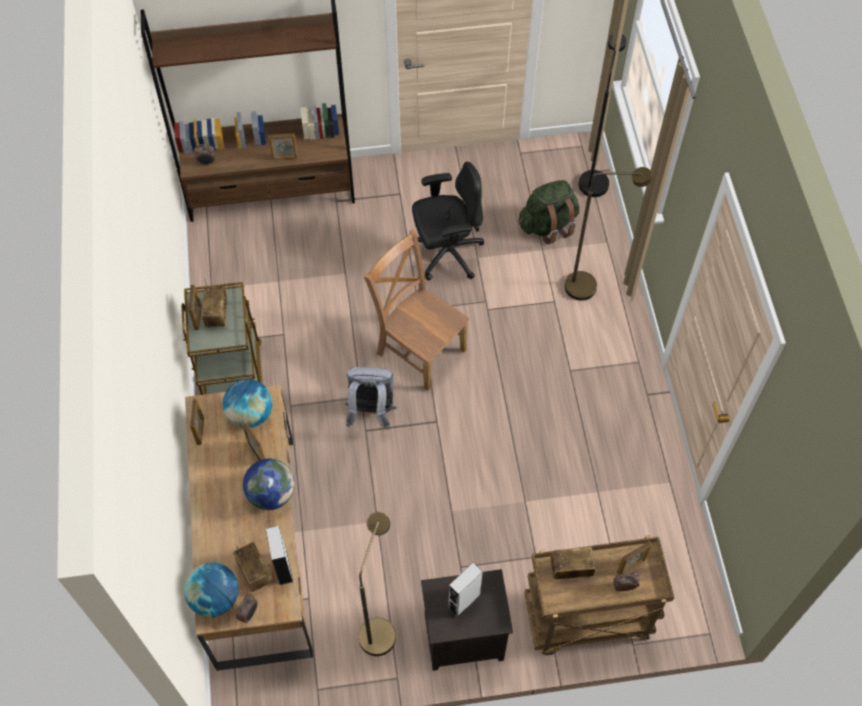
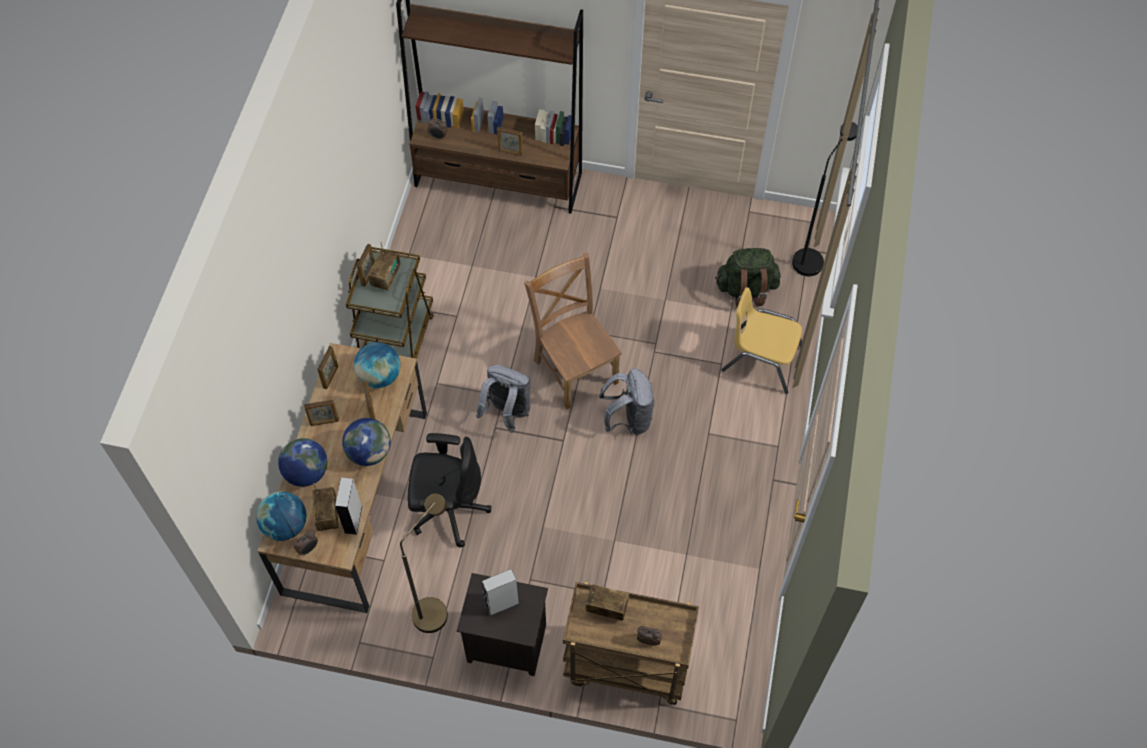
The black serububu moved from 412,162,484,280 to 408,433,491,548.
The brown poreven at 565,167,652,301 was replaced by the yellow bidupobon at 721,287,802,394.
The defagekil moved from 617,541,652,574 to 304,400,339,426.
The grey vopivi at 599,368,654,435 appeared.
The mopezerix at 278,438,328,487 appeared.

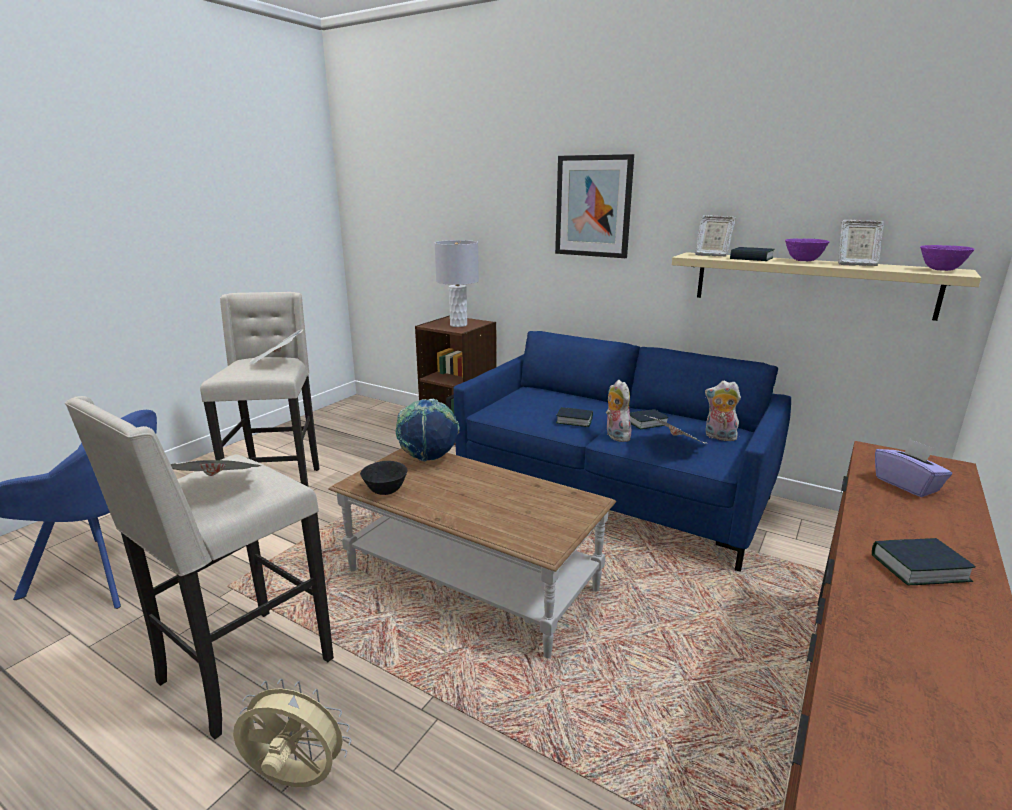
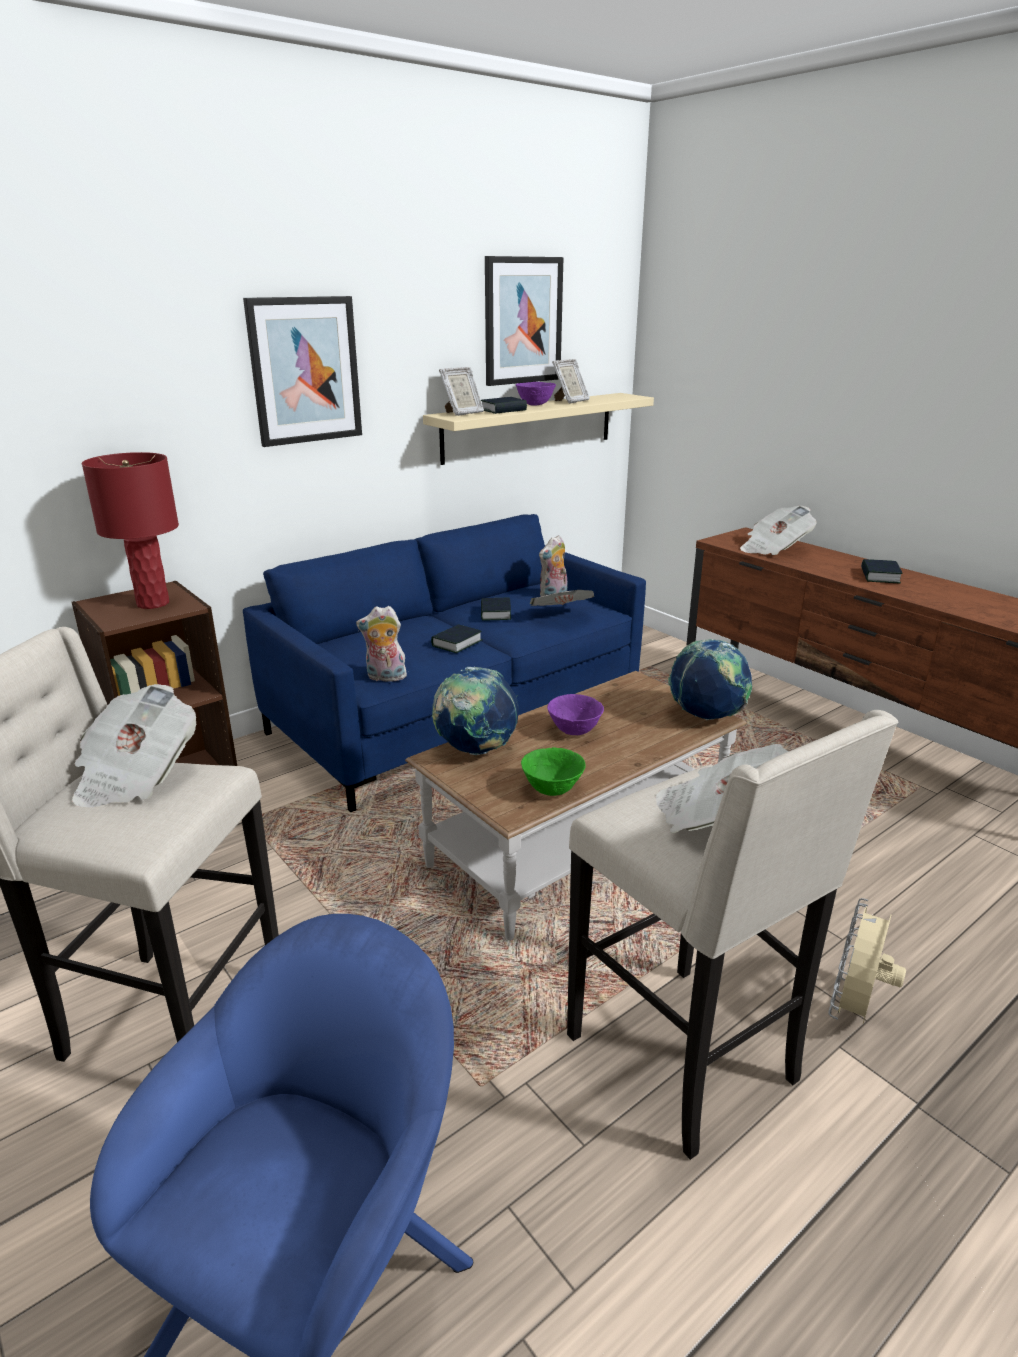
The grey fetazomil at 435,240,479,327 became the red fetazomil at 82,452,179,609.
The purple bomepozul moved from 920,245,974,271 to 547,694,604,735.
The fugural moved from 606,380,631,442 to 356,606,407,682.
The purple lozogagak at 875,439,952,497 was replaced by the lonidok at 740,506,817,555.
The black bomepozul at 360,461,407,495 became the green bomepozul at 521,747,586,796.
The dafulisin at 485,256,563,386 appeared.
The mopezerix at 668,639,752,720 appeared.

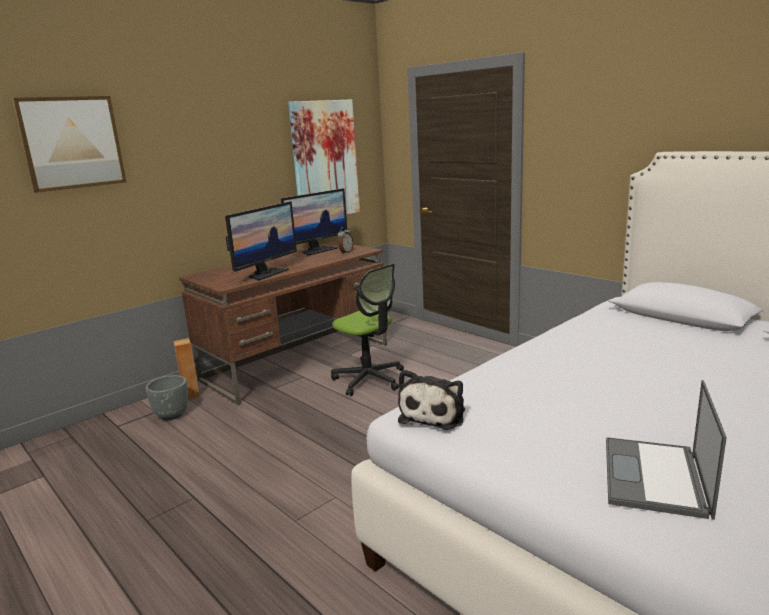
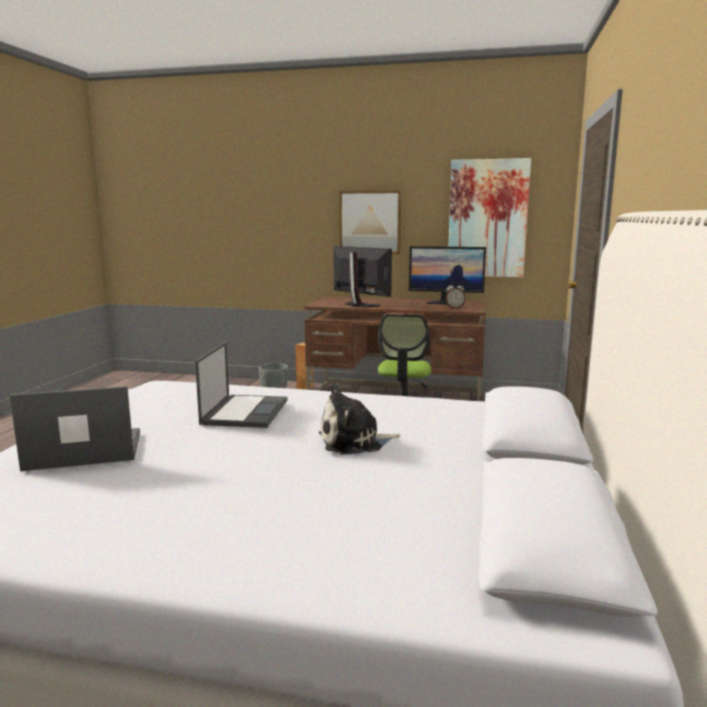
The dafulisin moved from 12,96,126,193 to 339,191,401,254.
The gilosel at 225,201,297,281 turned 135 degrees counterclockwise.
The fugural moved from 398,369,465,430 to 319,384,400,454.
The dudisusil at 195,342,288,428 appeared.

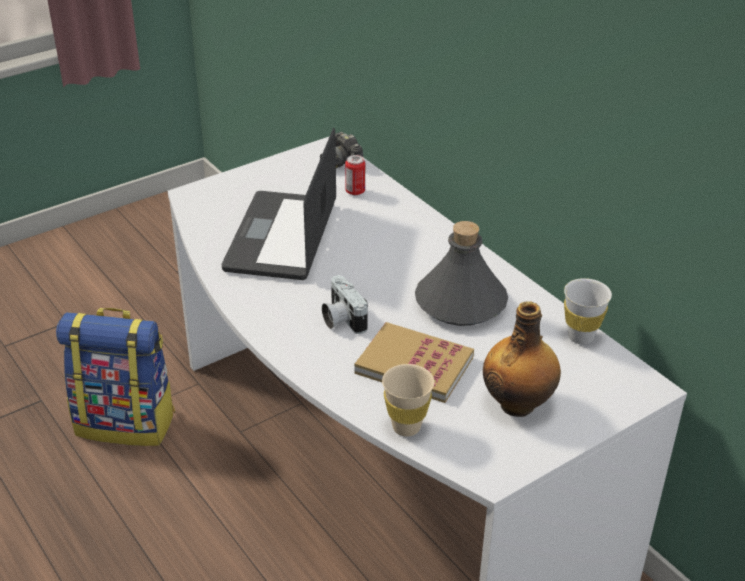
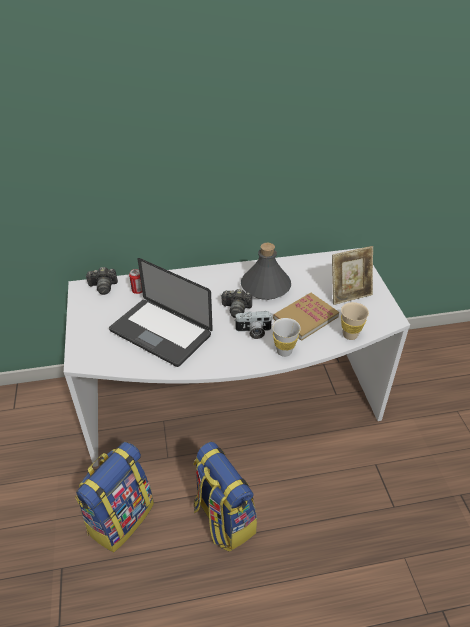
The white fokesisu moved from 564,278,612,344 to 272,318,301,357.
The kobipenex at 483,301,561,417 was replaced by the defagekil at 332,246,373,305.
The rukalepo at 221,289,252,318 appeared.
The vopivi at 193,442,257,552 appeared.

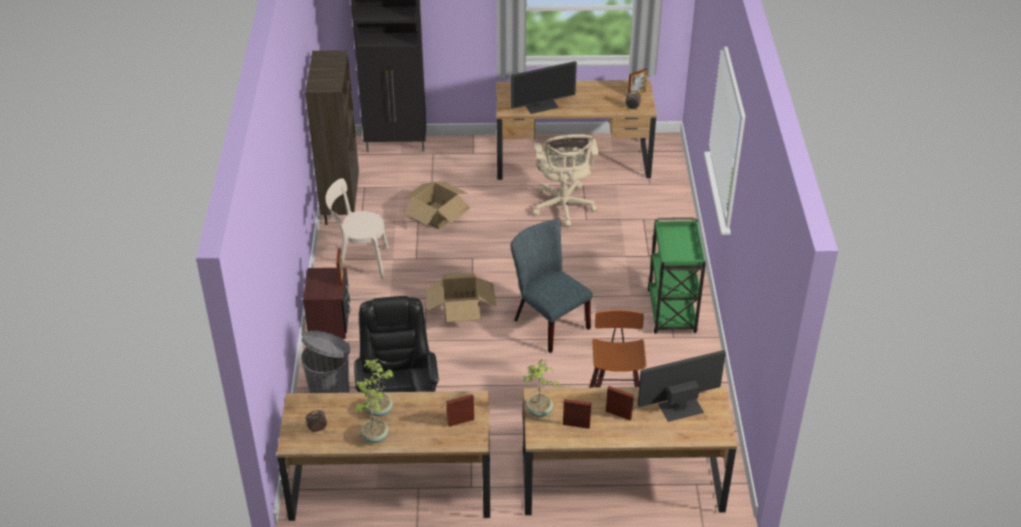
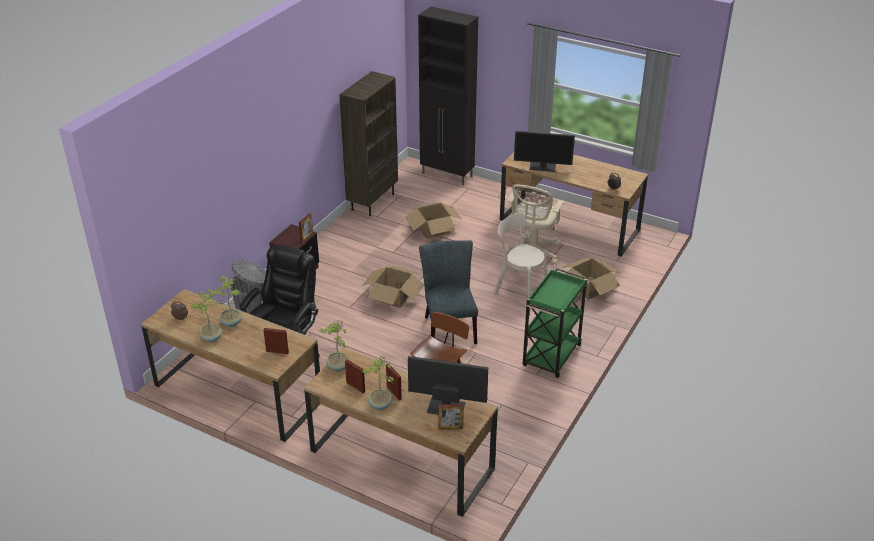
The defagekil moved from 628,68,648,94 to 438,404,464,430.
The beige bidupobon moved from 326,178,389,279 to 494,213,547,298.
The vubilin at 562,258,621,300 appeared.
The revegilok at 362,356,394,410 appeared.

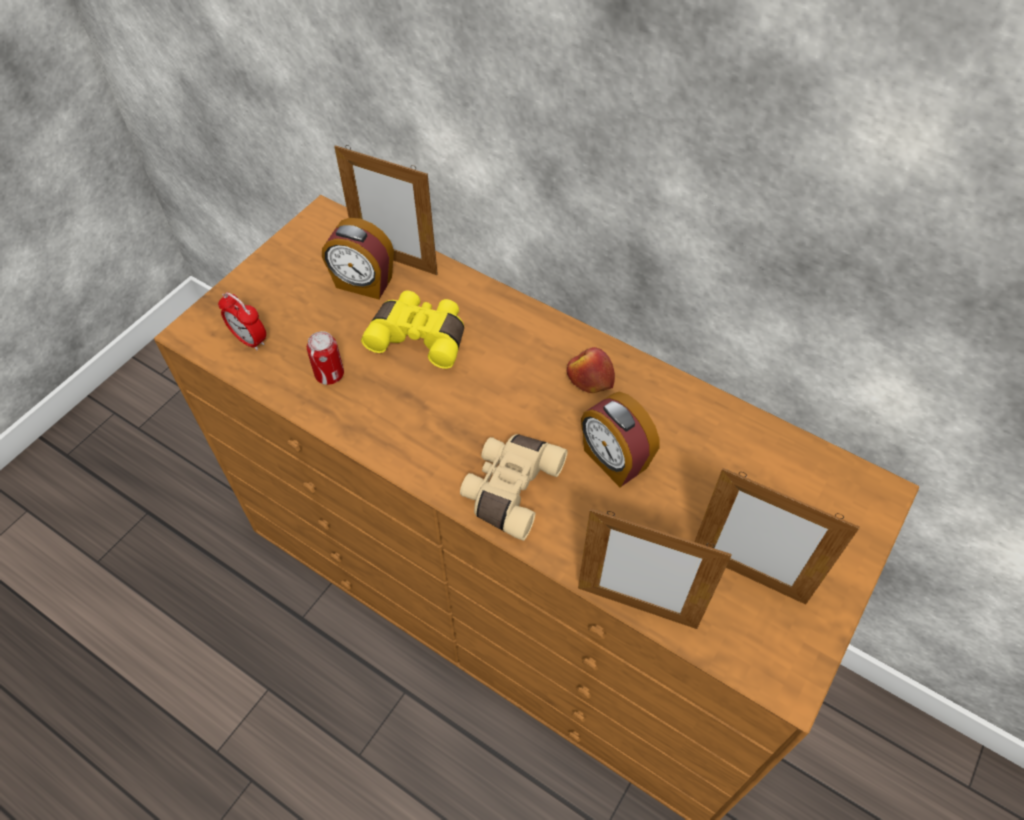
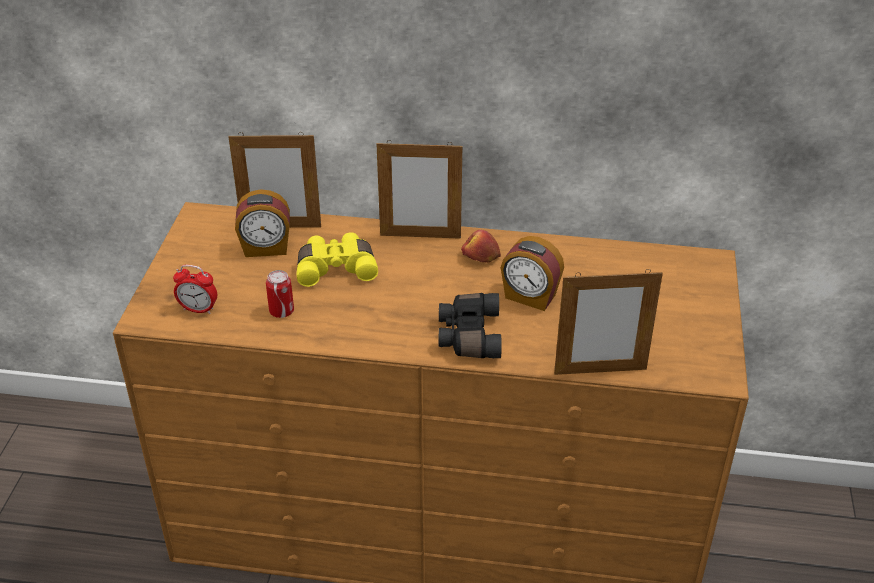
The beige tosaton at 460,434,568,541 became the black tosaton at 439,293,502,358.
The defagekil moved from 695,468,860,605 to 376,140,462,239.

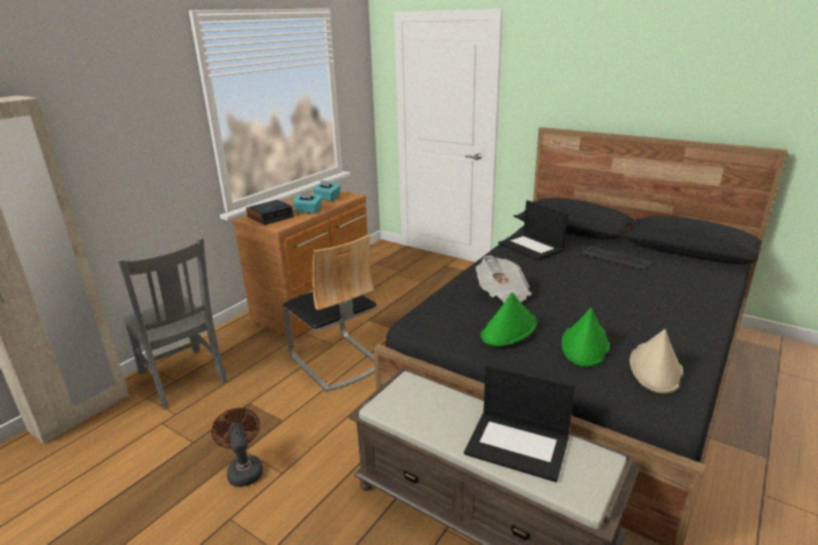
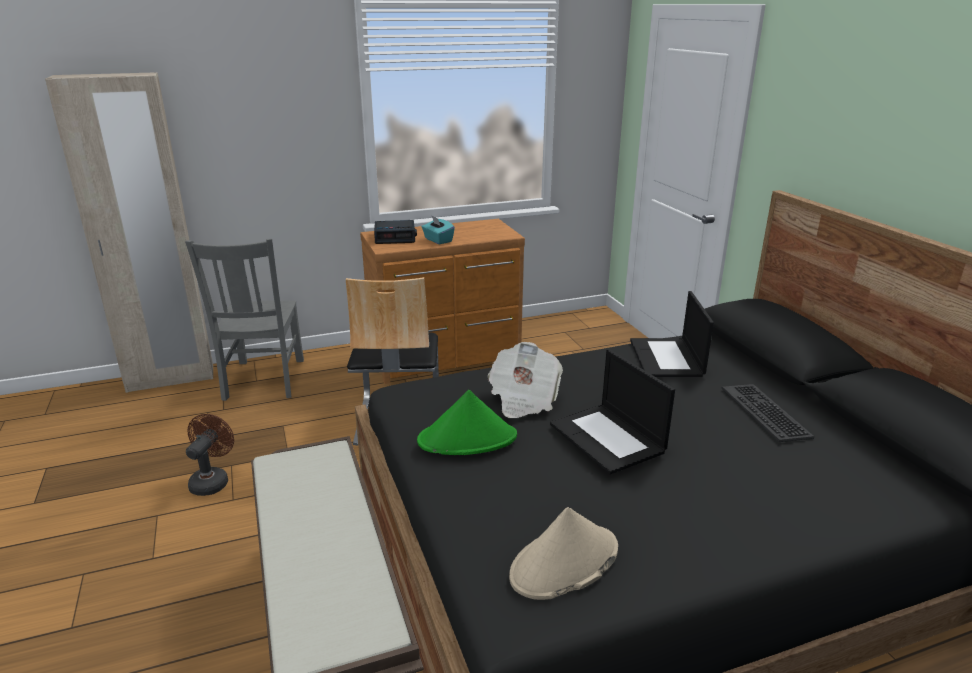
The turquoise lozogagak at 313,180,341,201 disappeared.
The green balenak at 562,308,610,367 disappeared.
The dudisusil moved from 464,364,575,482 to 550,349,675,475.

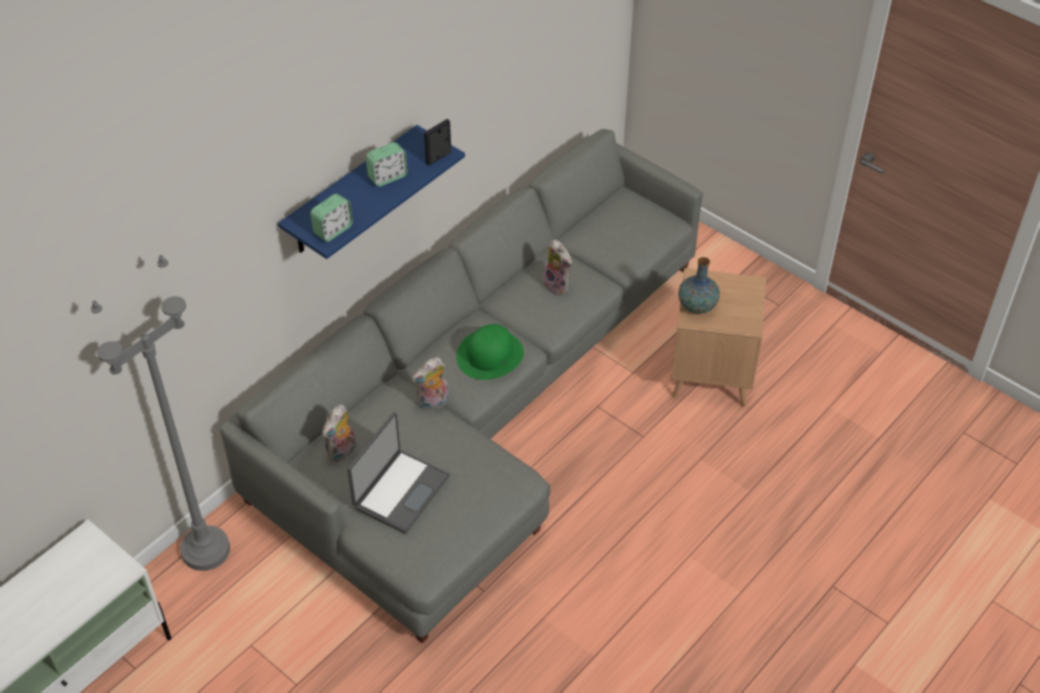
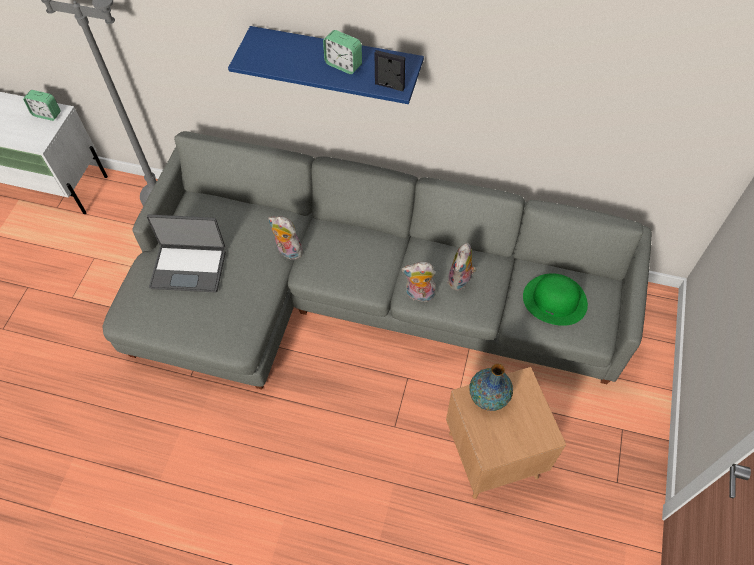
The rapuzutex moved from 310,194,353,242 to 23,90,61,121.
The green balenak moved from 456,324,524,380 to 523,273,588,326.
The fugural moved from 322,405,356,463 to 402,262,436,302.

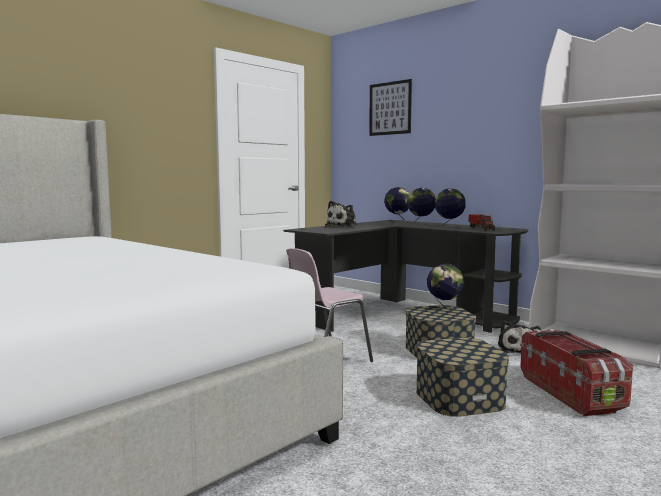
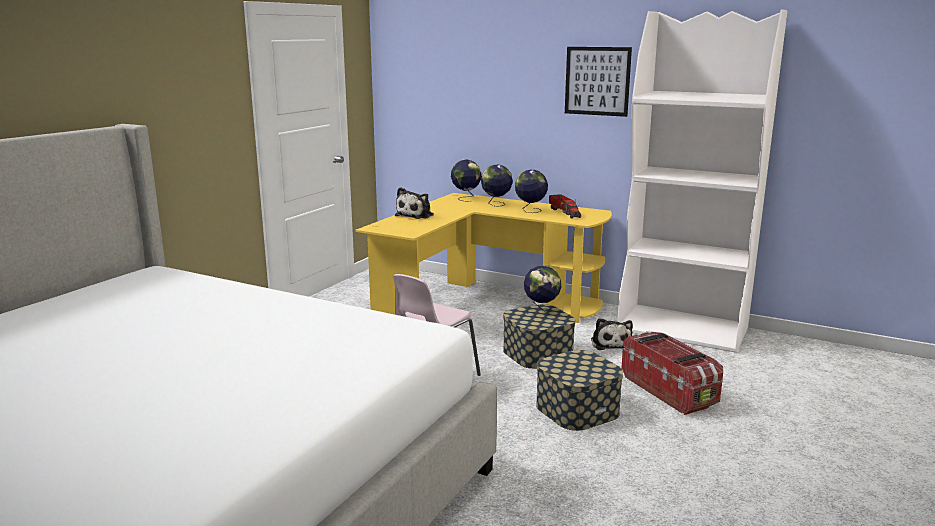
The dafulisin moved from 369,79,412,136 to 565,47,632,117.
The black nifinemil at 284,220,528,333 became the yellow nifinemil at 356,193,612,323.

